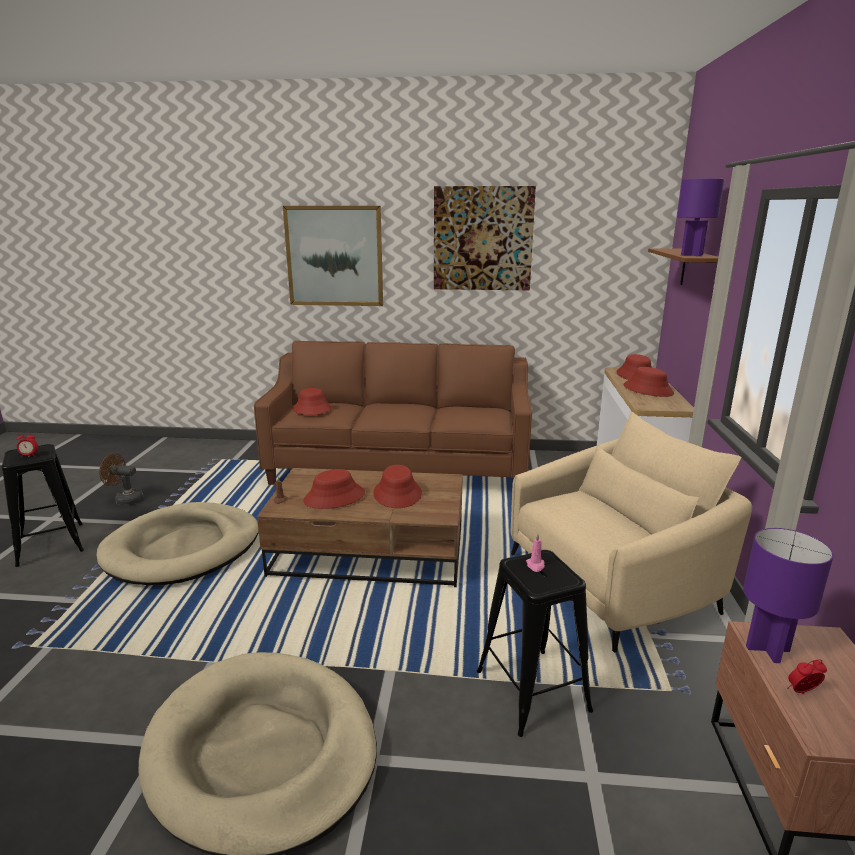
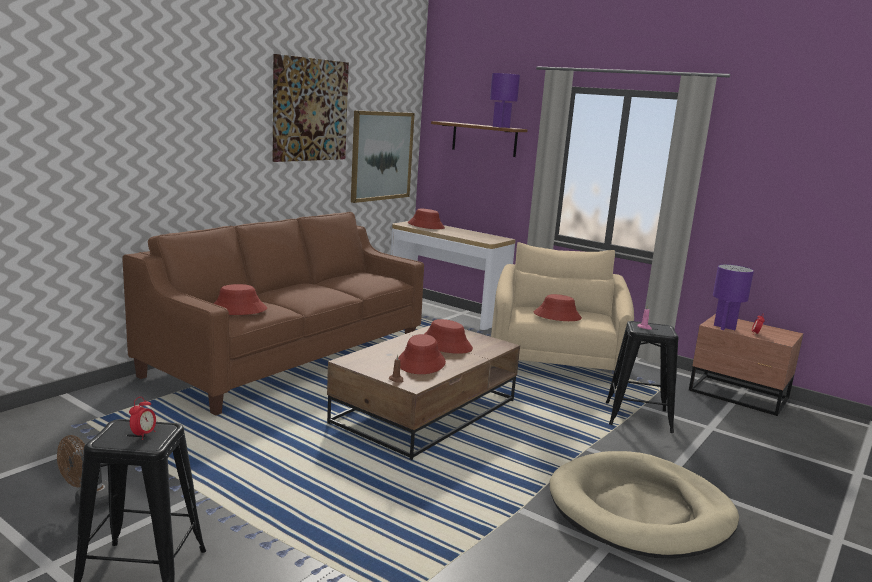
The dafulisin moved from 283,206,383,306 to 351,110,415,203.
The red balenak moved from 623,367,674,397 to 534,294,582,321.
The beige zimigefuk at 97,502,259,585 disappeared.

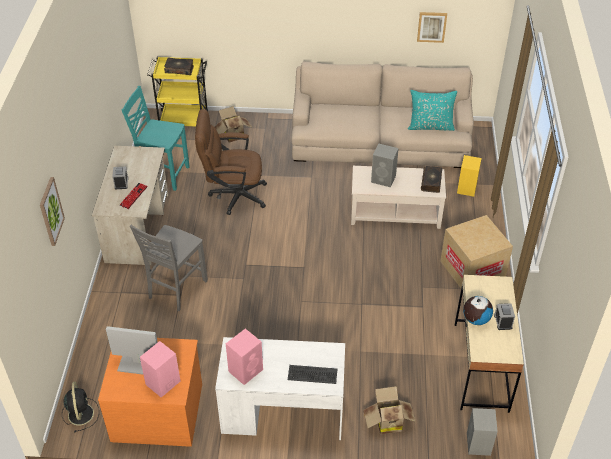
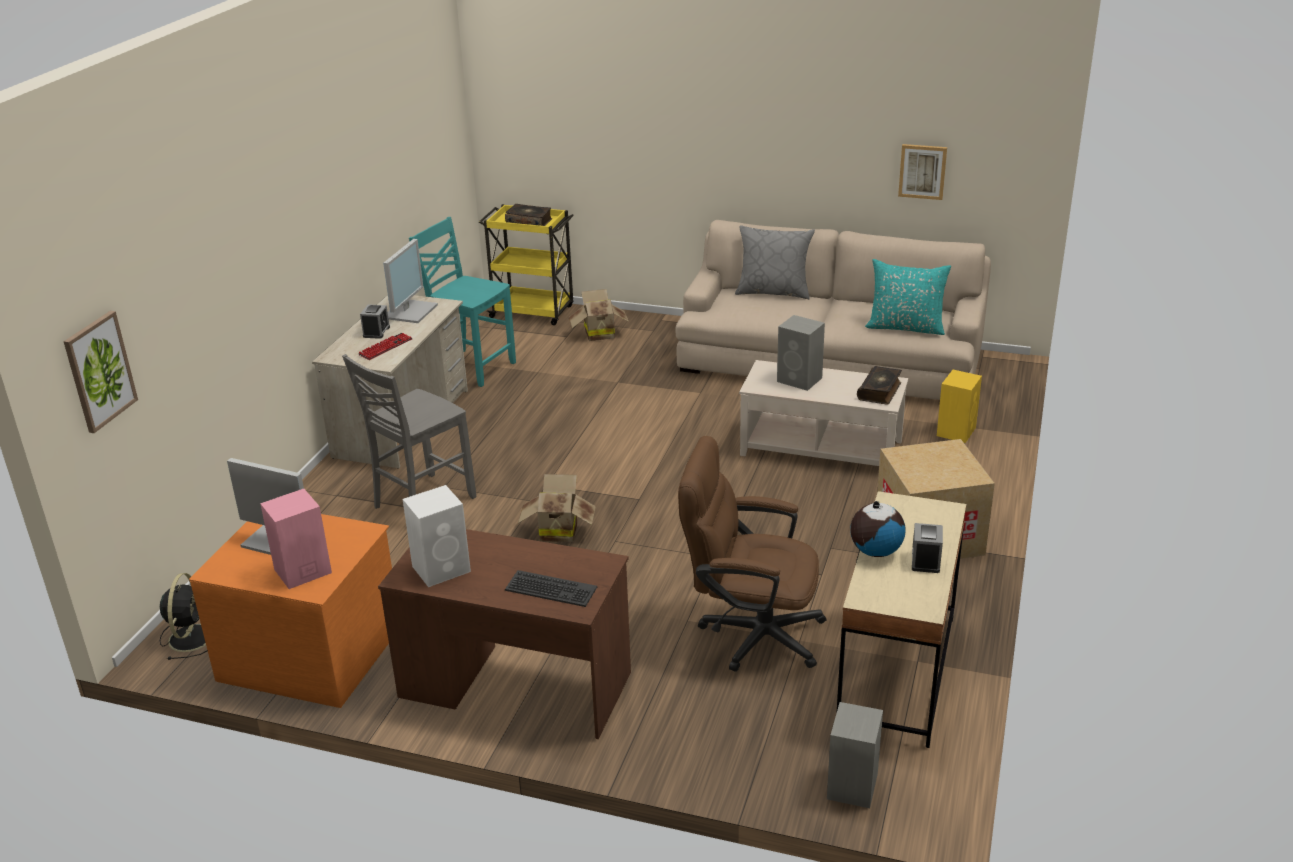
The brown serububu moved from 195,109,267,215 to 678,436,826,672.
The dafulisin moved from 40,177,65,246 to 64,311,138,433.
The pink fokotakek at 226,329,263,385 became the white fokotakek at 403,485,471,587.
The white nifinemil at 215,337,345,440 became the brown nifinemil at 378,529,631,739.
The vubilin moved from 363,386,416,434 to 518,474,596,542.
The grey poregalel at 735,225,815,299 appeared.
The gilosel at 383,239,438,323 appeared.

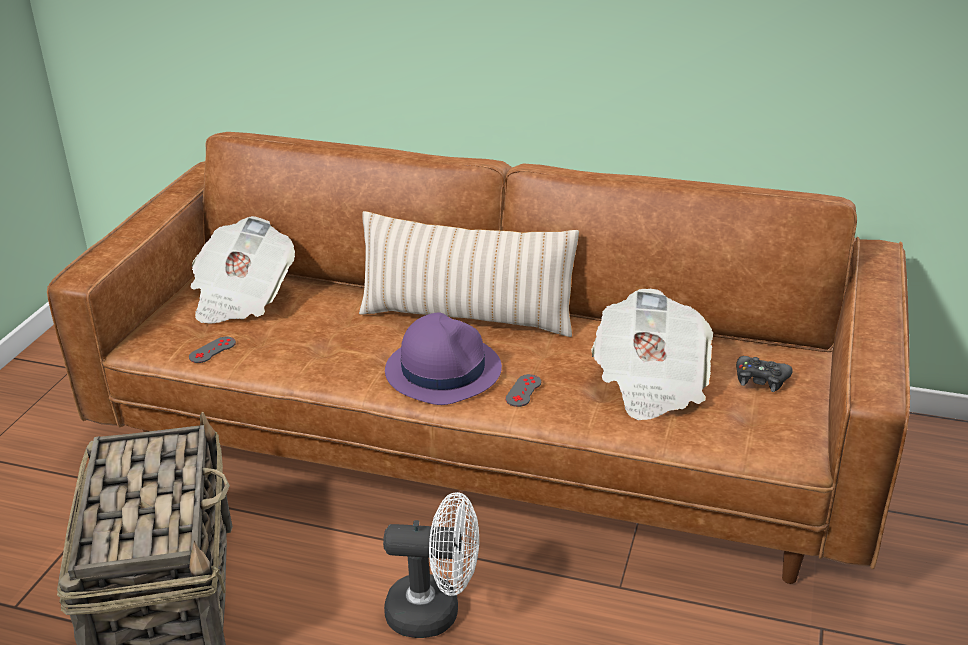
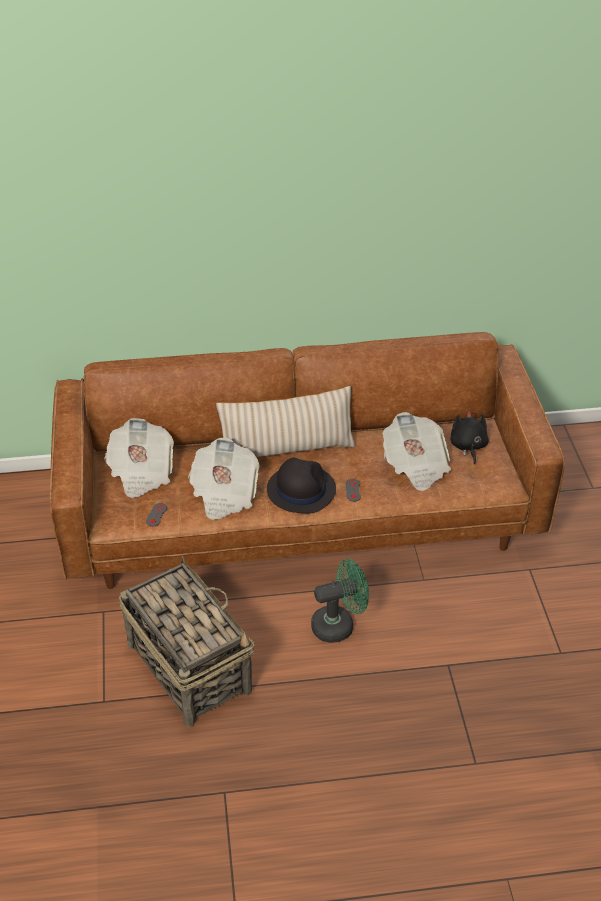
The purple balenak at 385,313,502,405 became the black balenak at 267,458,336,513.
The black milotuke at 736,356,793,392 was replaced by the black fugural at 450,411,489,465.
The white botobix at 383,492,479,638 became the green botobix at 311,559,369,643.
The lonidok at 188,438,260,520 appeared.

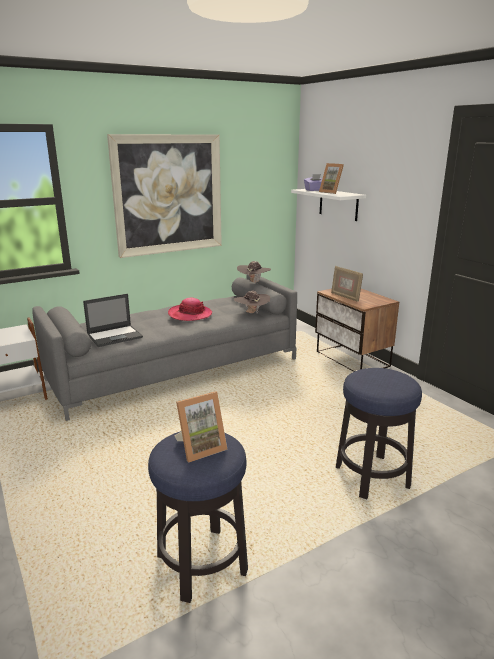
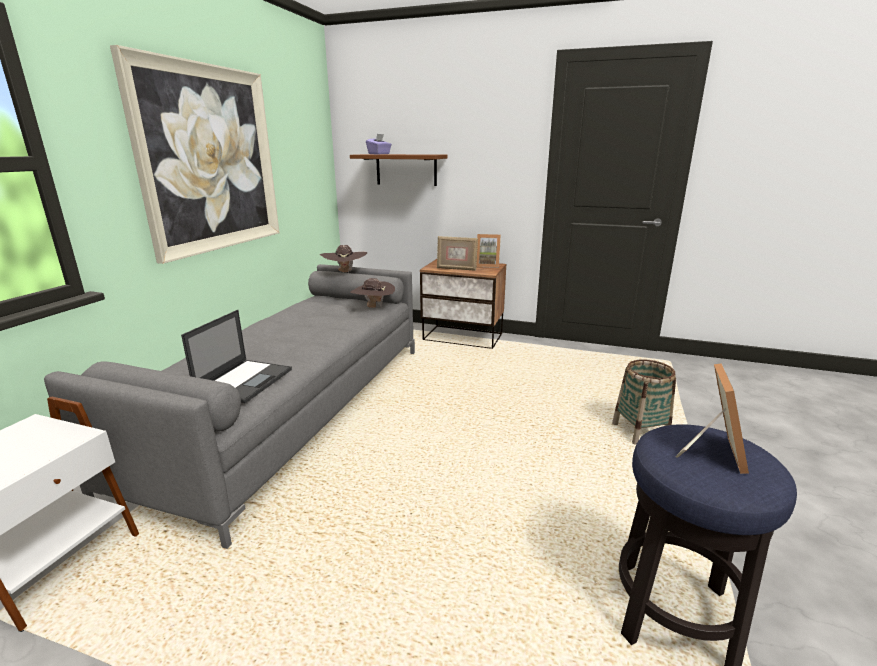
The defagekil moved from 319,163,344,194 to 476,234,501,268.
The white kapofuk at 291,189,366,221 became the brown kapofuk at 350,154,447,186.
The balenak at 168,298,212,321 disappeared.
The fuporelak at 336,368,422,499 was replaced by the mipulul at 612,359,676,444.

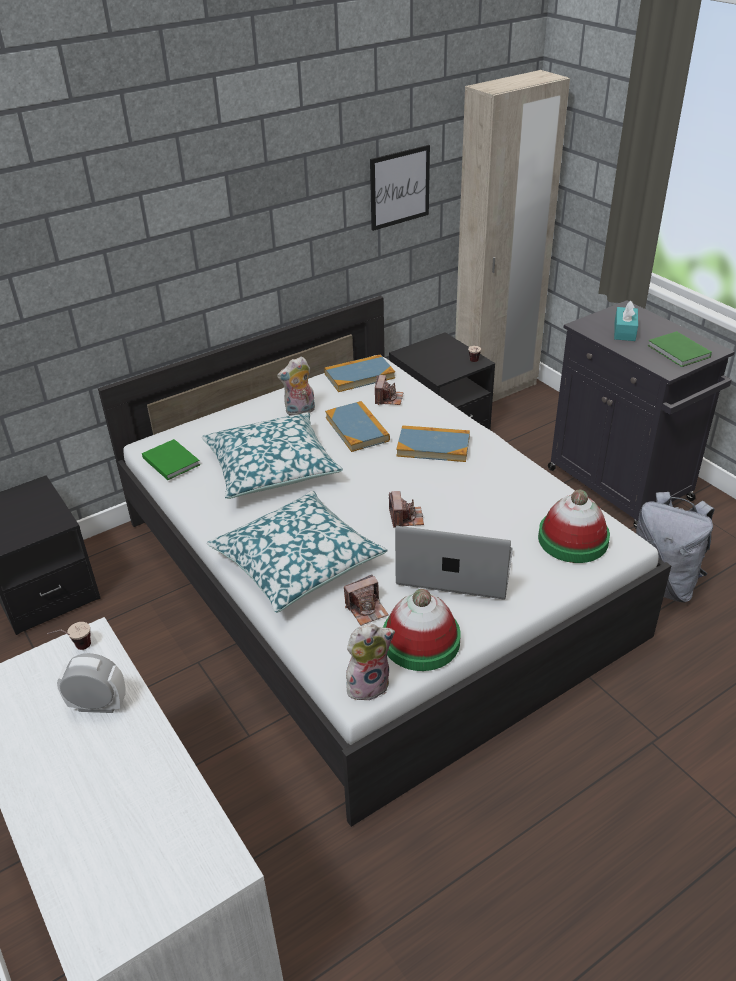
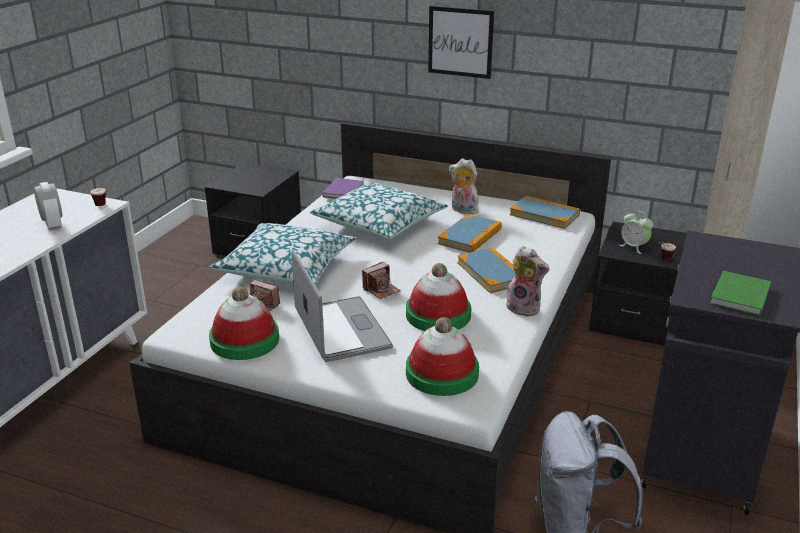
The dafulisin moved from 370,145,430,231 to 428,6,494,79.
The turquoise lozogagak at 614,301,638,341 disappeared.
The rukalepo at 375,375,403,405 disappeared.
The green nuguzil at 142,439,200,480 became the purple nuguzil at 323,178,364,199.
The fugural moved from 346,624,395,701 to 506,246,549,317.
The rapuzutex at 619,211,653,254 appeared.
The balenak at 406,263,471,331 appeared.

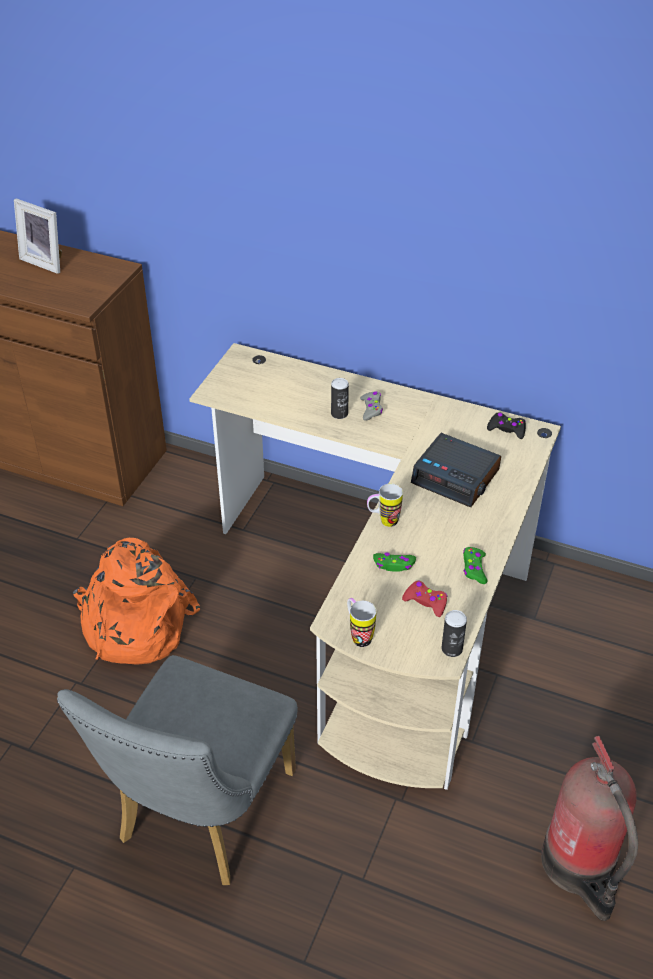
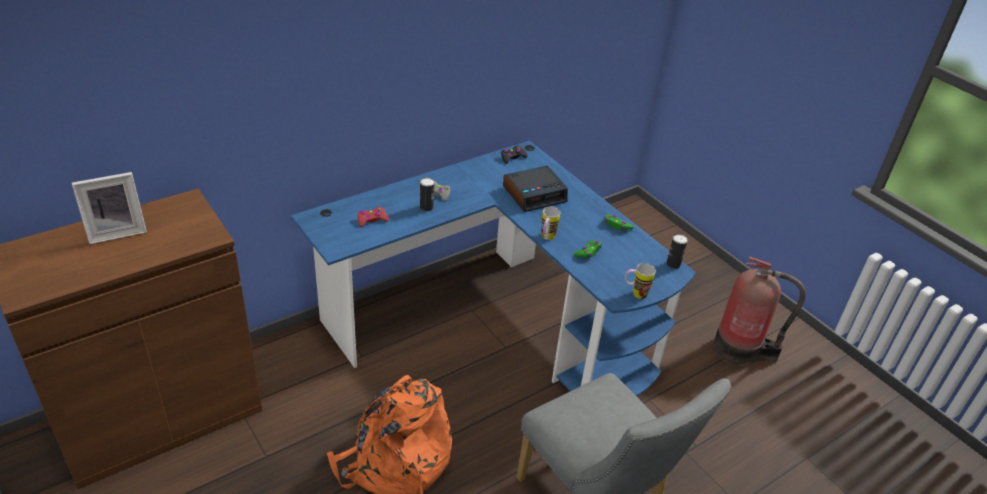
The beige nifinemil at 189,343,561,790 became the blue nifinemil at 291,140,696,396.
The red milotuke moved from 402,580,447,617 to 358,207,389,227.

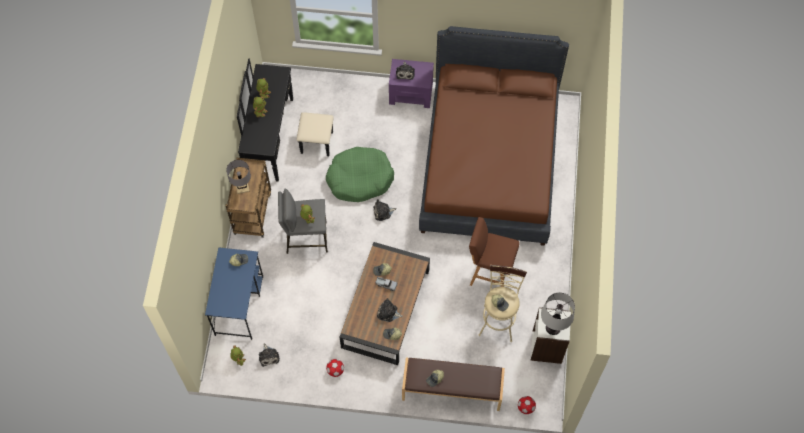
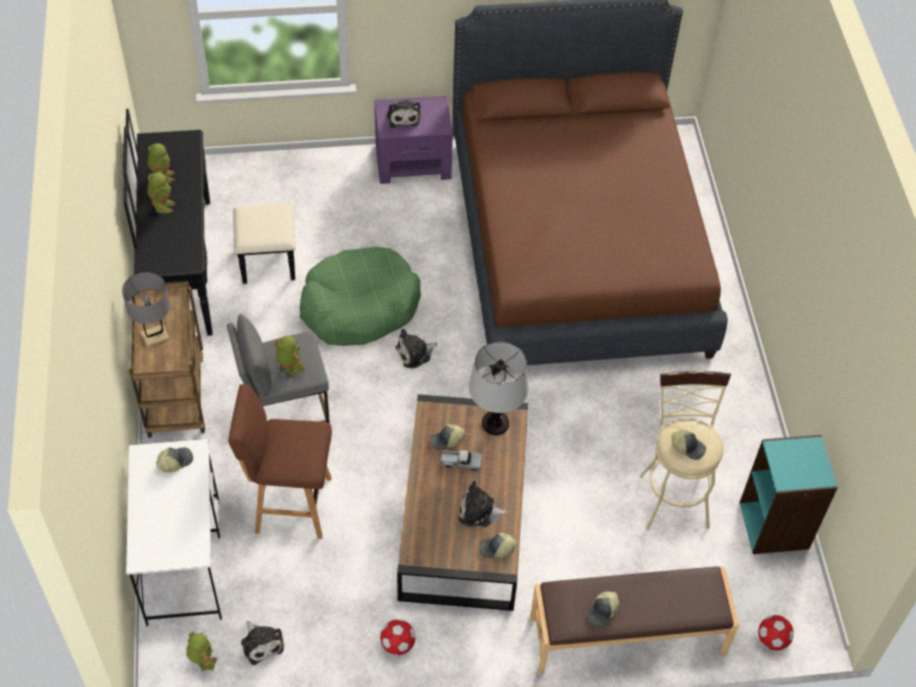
The brown fuporelak moved from 469,217,520,287 to 228,384,332,539.
The blue nifinemil at 205,247,263,340 became the white nifinemil at 126,439,222,626.
The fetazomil moved from 541,292,575,335 to 469,342,528,435.
The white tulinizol at 531,307,571,364 became the turquoise tulinizol at 740,435,838,554.

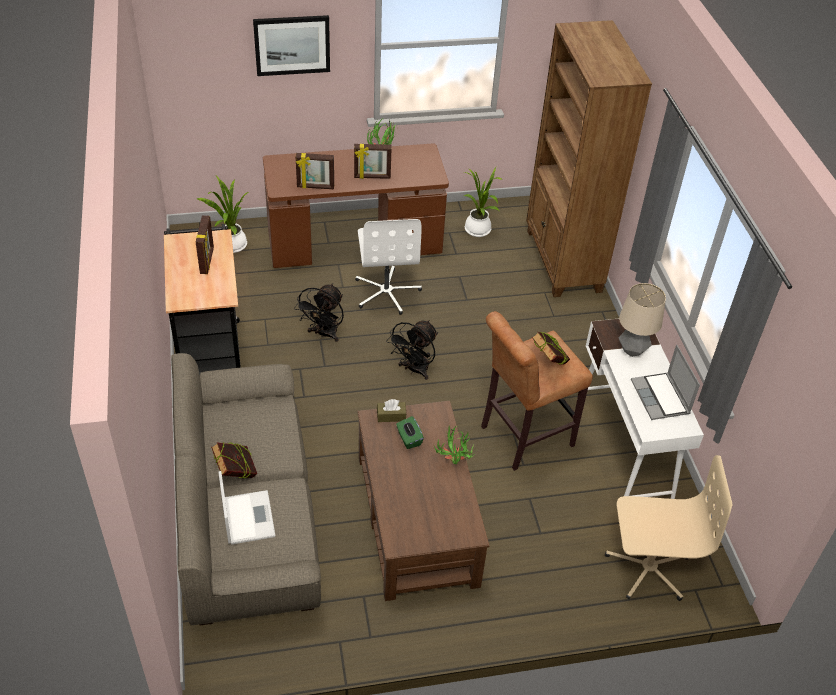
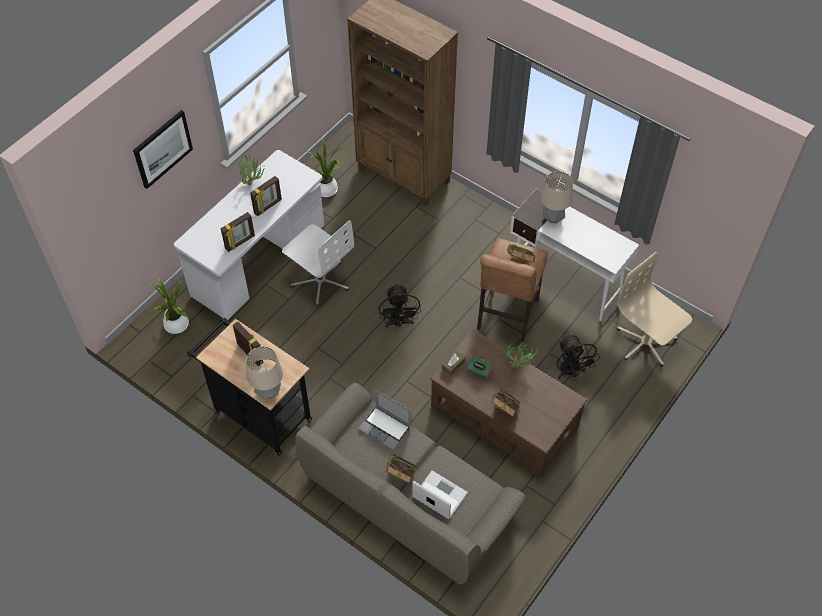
The brown nifinemil at 263,144,449,268 became the white nifinemil at 174,150,324,320.
The black botobix moved from 294,283,344,342 to 557,333,600,379.
The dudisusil moved from 631,345,700,420 to 358,390,412,450.
The beige serububu at 605,455,733,601 turned 90 degrees counterclockwise.
The fetazomil at 246,346,283,400 appeared.
The nuguzil at 492,388,521,417 appeared.

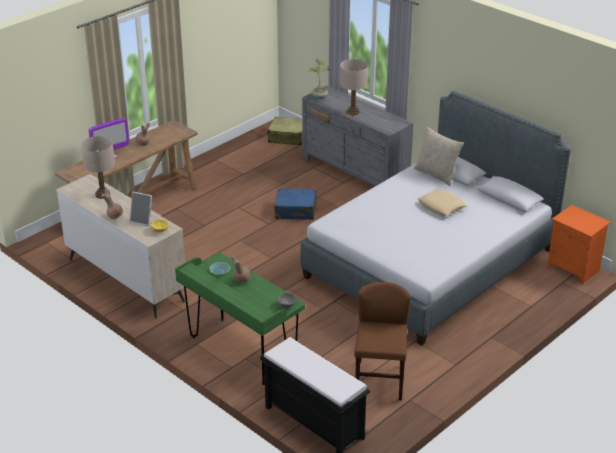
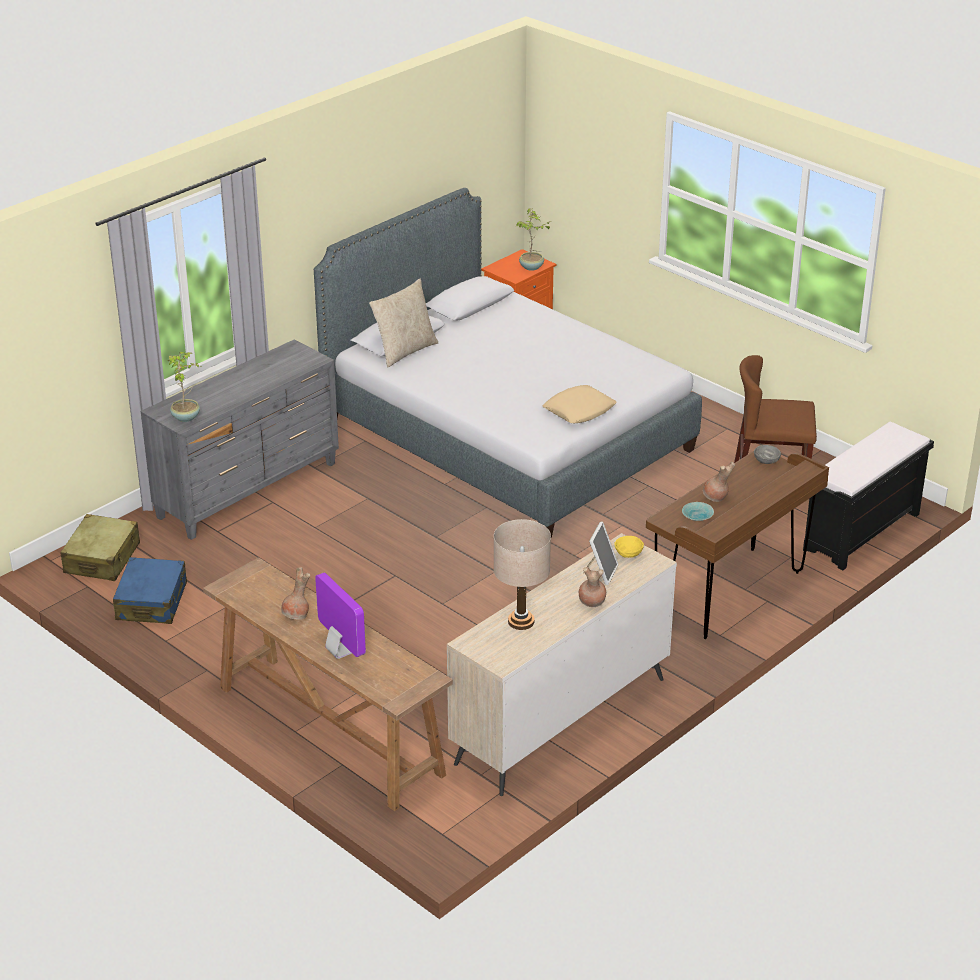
The beige fetazomil at 340,59,368,115 disappeared.
The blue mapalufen moved from 274,189,318,220 to 113,557,187,624.
The beige poregalel moved from 418,189,467,216 to 543,385,616,423.
The green nifinemil at 175,253,305,385 became the brown nifinemil at 646,451,829,639.
The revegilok at 515,208,553,271 appeared.

